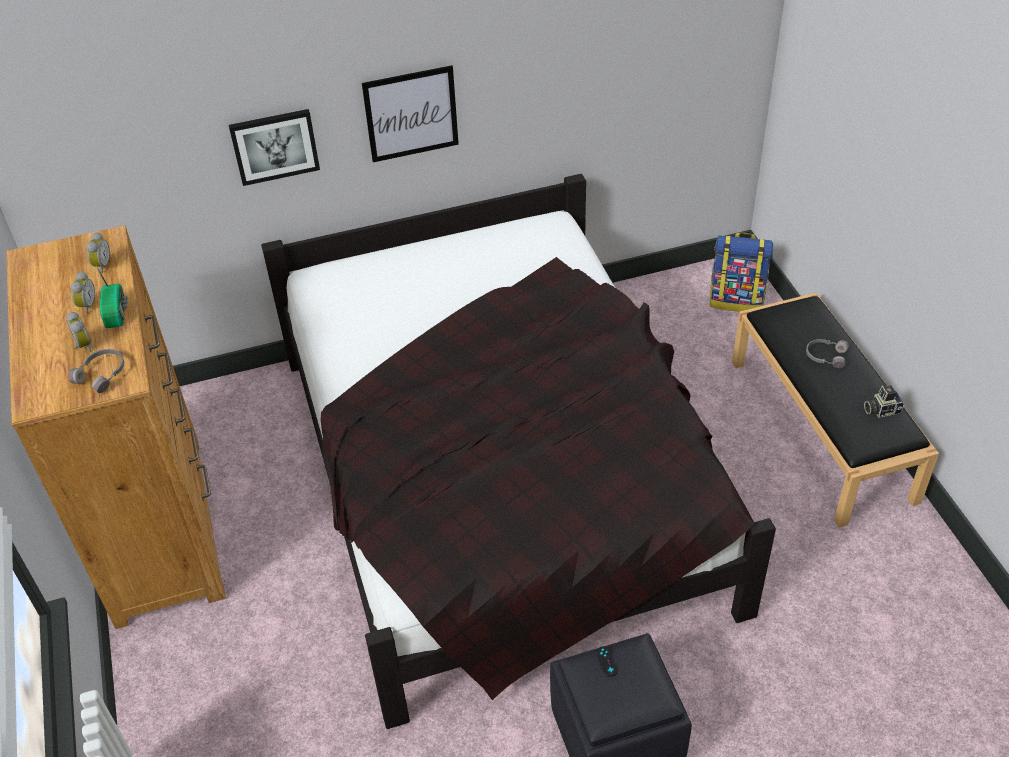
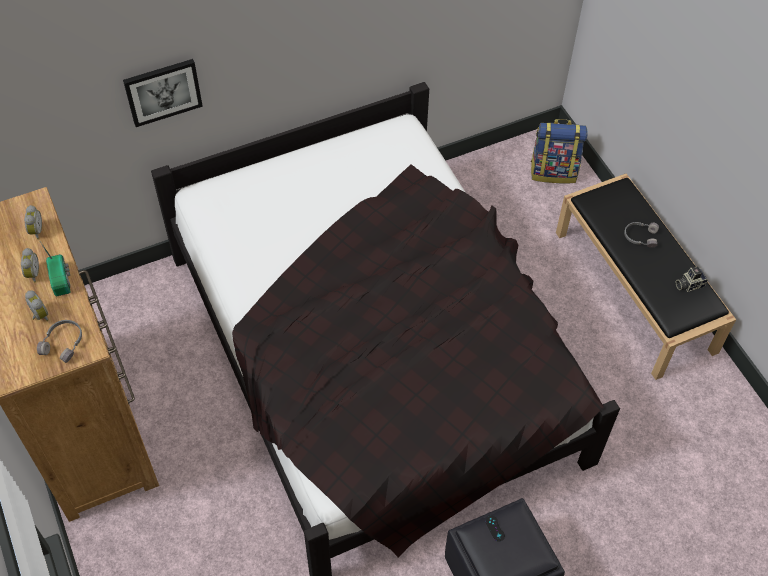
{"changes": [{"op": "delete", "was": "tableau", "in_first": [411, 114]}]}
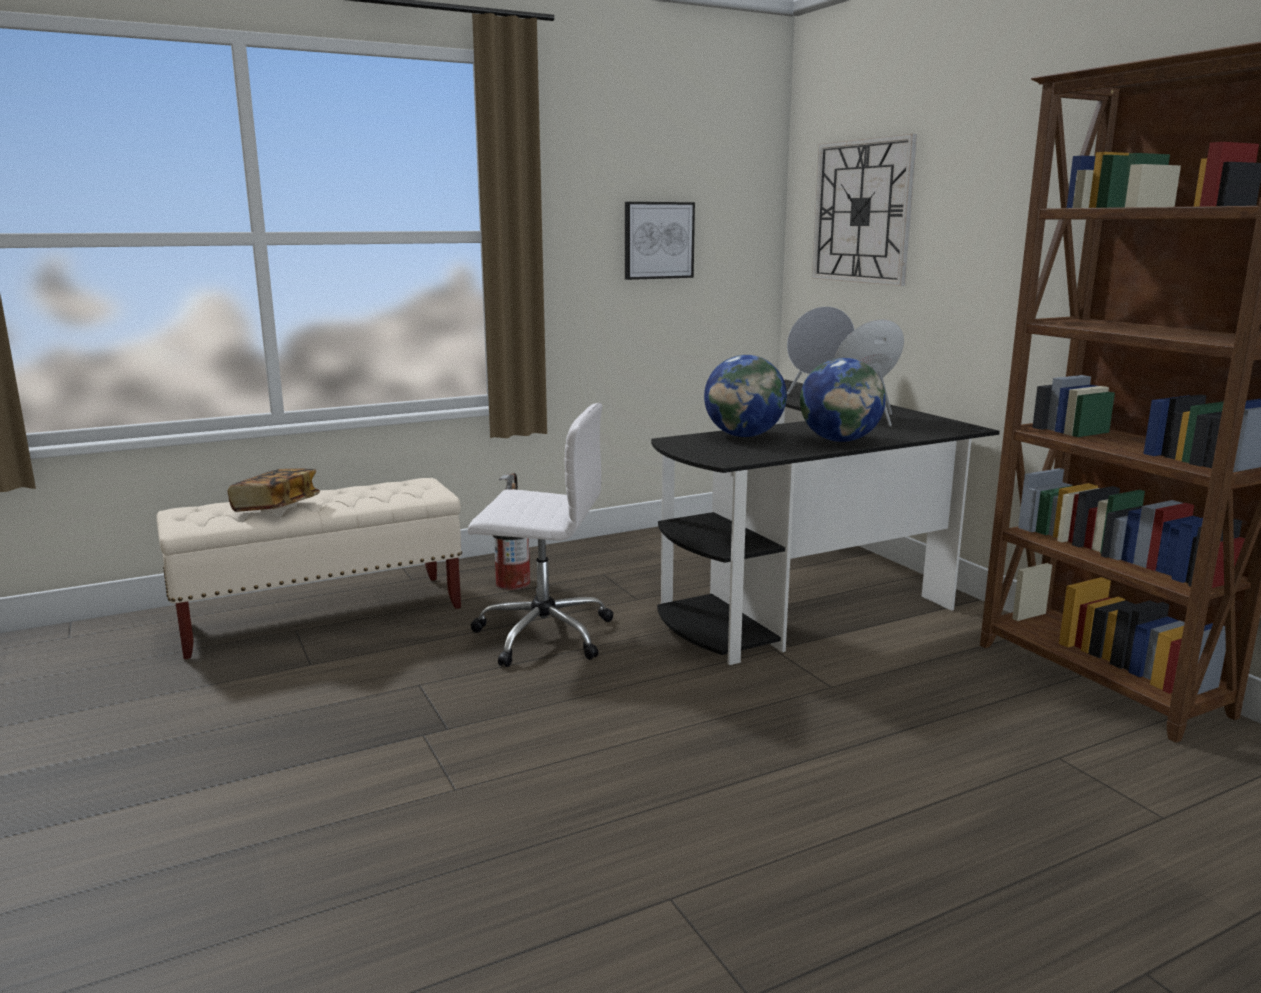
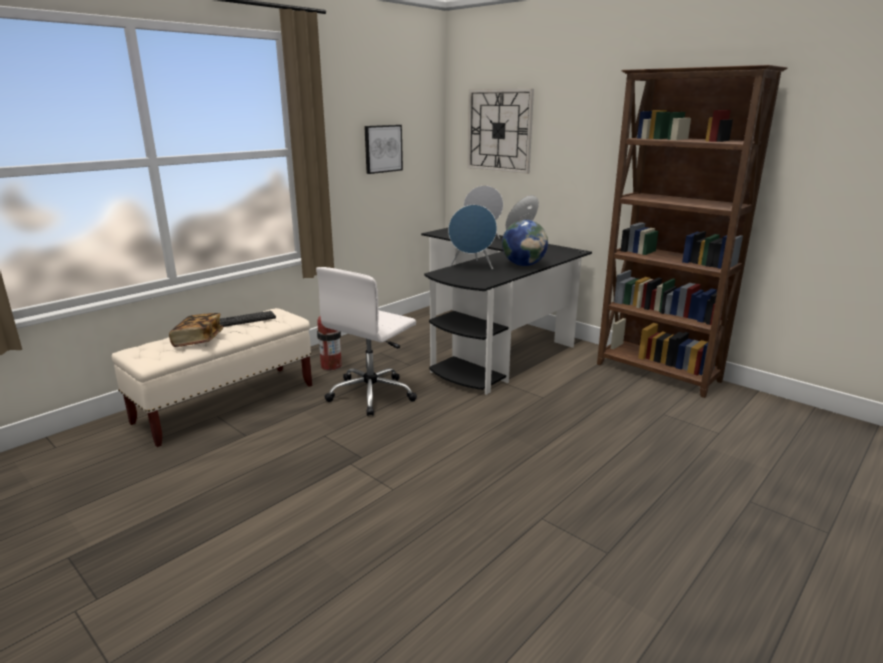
{"changes": [{"op": "replace", "was": "globe", "now": "enceinte (bleu)", "in_first": [744, 436], "in_second": [472, 266]}, {"op": "rotate", "was": "chaise de bureau (blanc)", "in_first": [541, 634], "in_second": [372, 394], "clockwise": 135}, {"op": "insert", "now": "clavier", "in_second": [245, 320]}]}
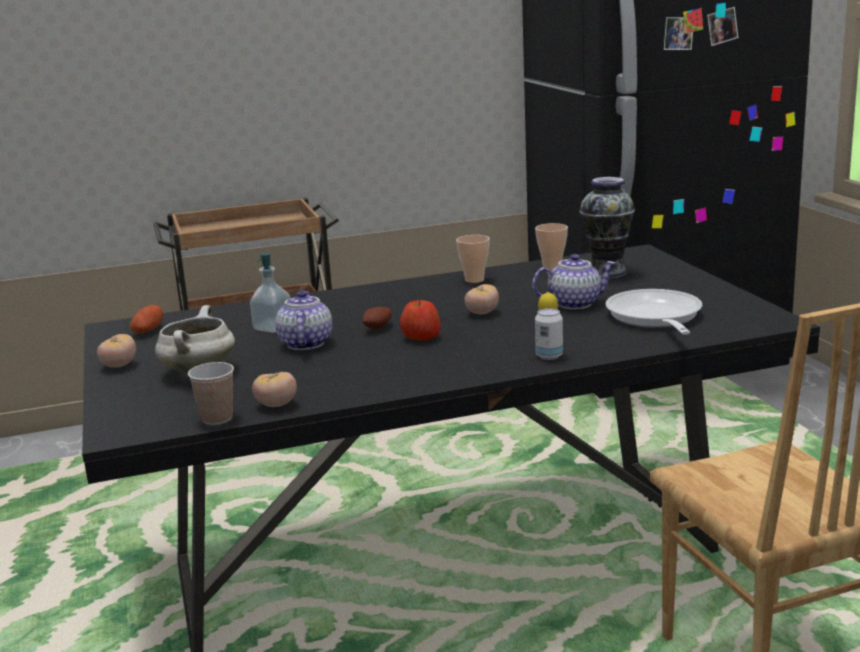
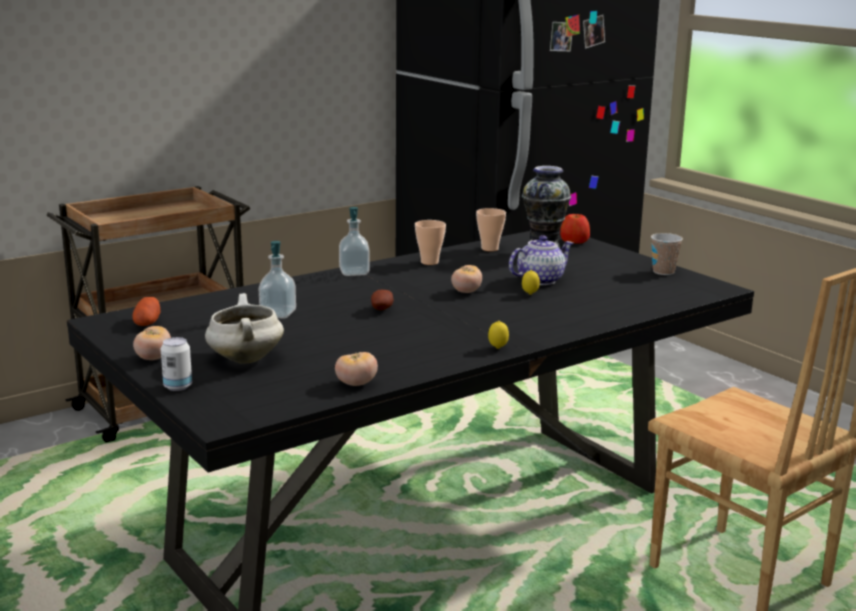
{"changes": [{"op": "delete", "was": "poêle", "in_first": [655, 318]}, {"op": "delete", "was": "théière", "in_first": [305, 343]}, {"op": "move", "was": "pomme", "in_first": [421, 337], "in_second": [574, 241]}, {"op": "move", "was": "boîte métallique", "in_first": [549, 356], "in_second": [178, 387]}, {"op": "move", "was": "tasse", "in_first": [217, 418], "in_second": [663, 272]}, {"op": "insert", "now": "distributeur de savon", "in_second": [354, 272]}, {"op": "insert", "now": "citron", "in_second": [498, 348]}]}
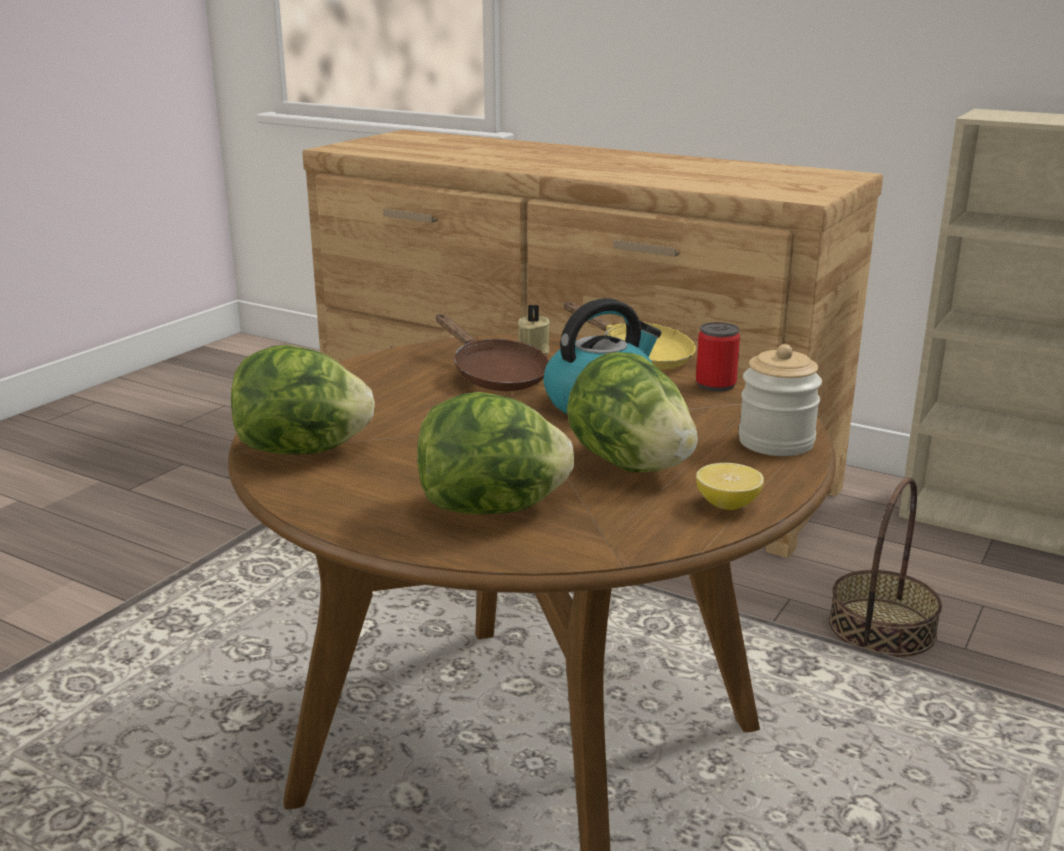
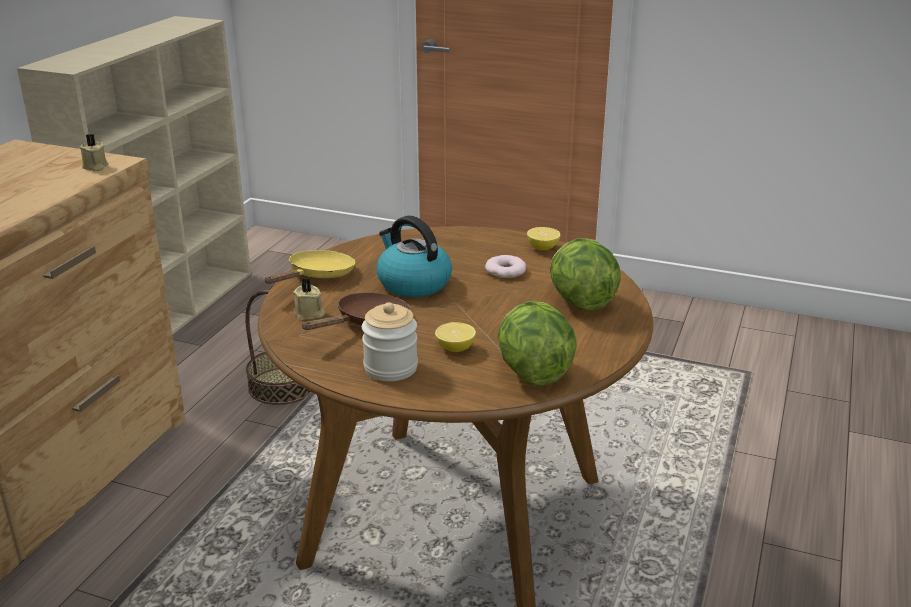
{"changes": [{"op": "delete", "was": "boîte métallique", "in_first": [715, 385]}, {"op": "move", "was": "bocal", "in_first": [776, 442], "in_second": [390, 368]}, {"op": "replace", "was": "laitue", "now": "beignet", "in_first": [629, 464], "in_second": [506, 271]}, {"op": "insert", "now": "bougie (beige)", "in_second": [95, 167]}, {"op": "insert", "now": "citron", "in_second": [455, 348]}]}
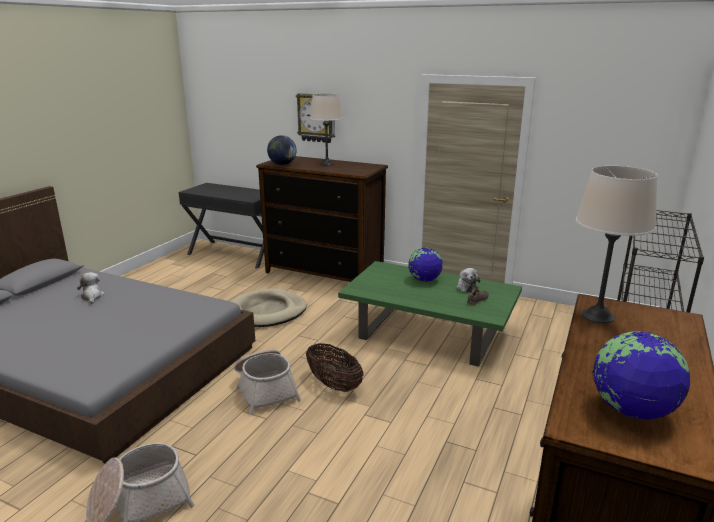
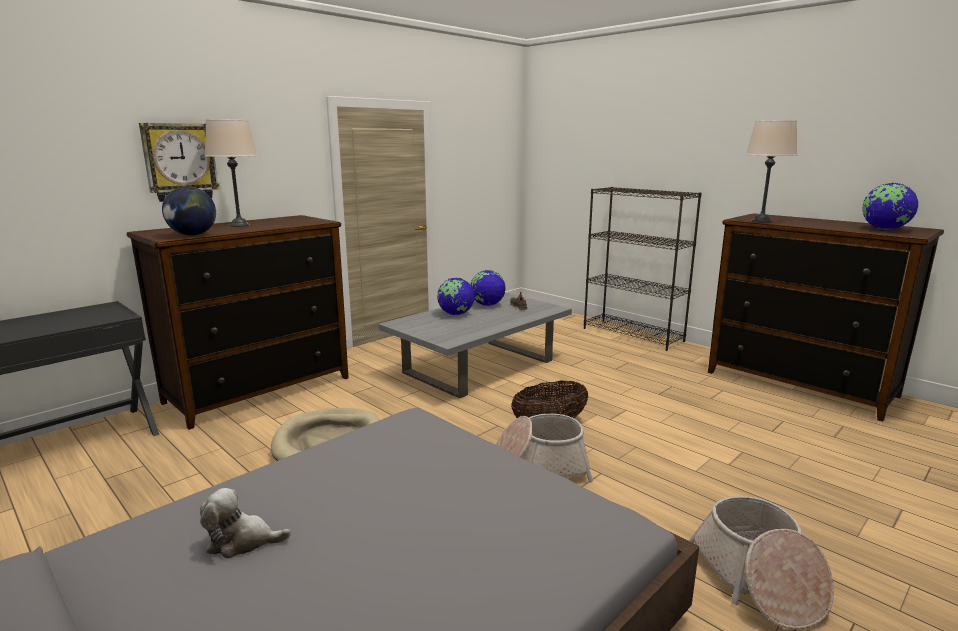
{"changes": [{"op": "recolor", "was": "table basse (vert)", "now": "table basse (gris)", "in_first": [427, 334], "in_second": [479, 367]}, {"op": "replace", "was": "peluche", "now": "globe", "in_first": [466, 287], "in_second": [487, 305]}]}
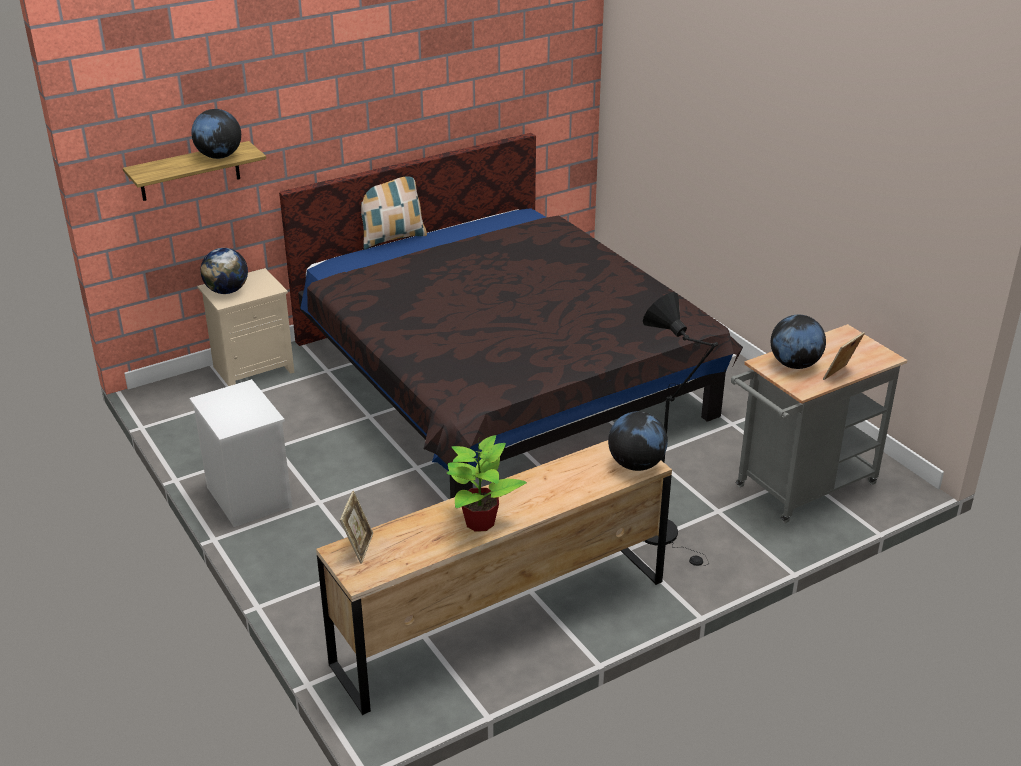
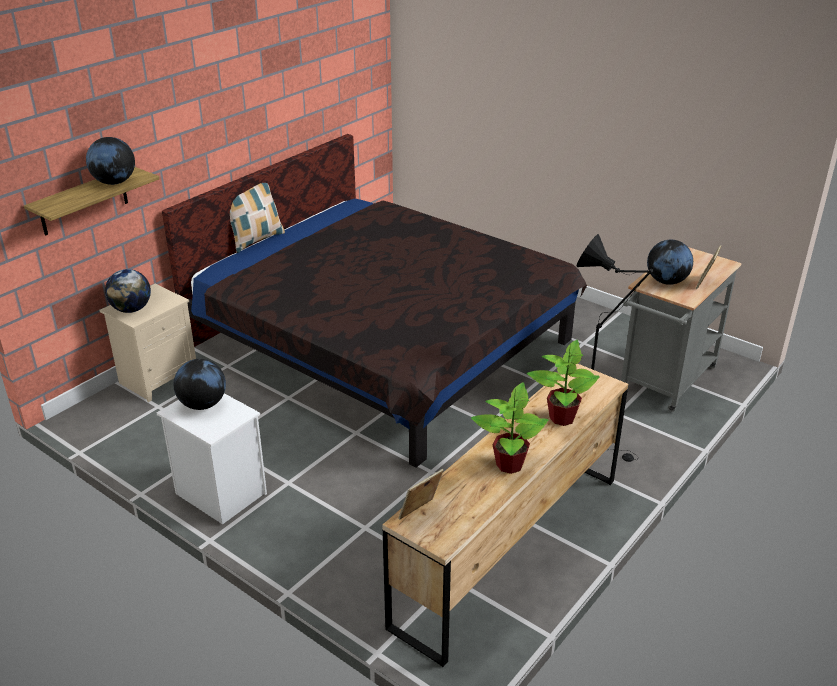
{"changes": [{"op": "move", "was": "globe", "in_first": [636, 464], "in_second": [203, 404]}, {"op": "rotate", "was": "cadre photo", "in_first": [358, 547], "in_second": [420, 513], "clockwise": -120}, {"op": "insert", "now": "plante en pot", "in_second": [562, 417]}]}
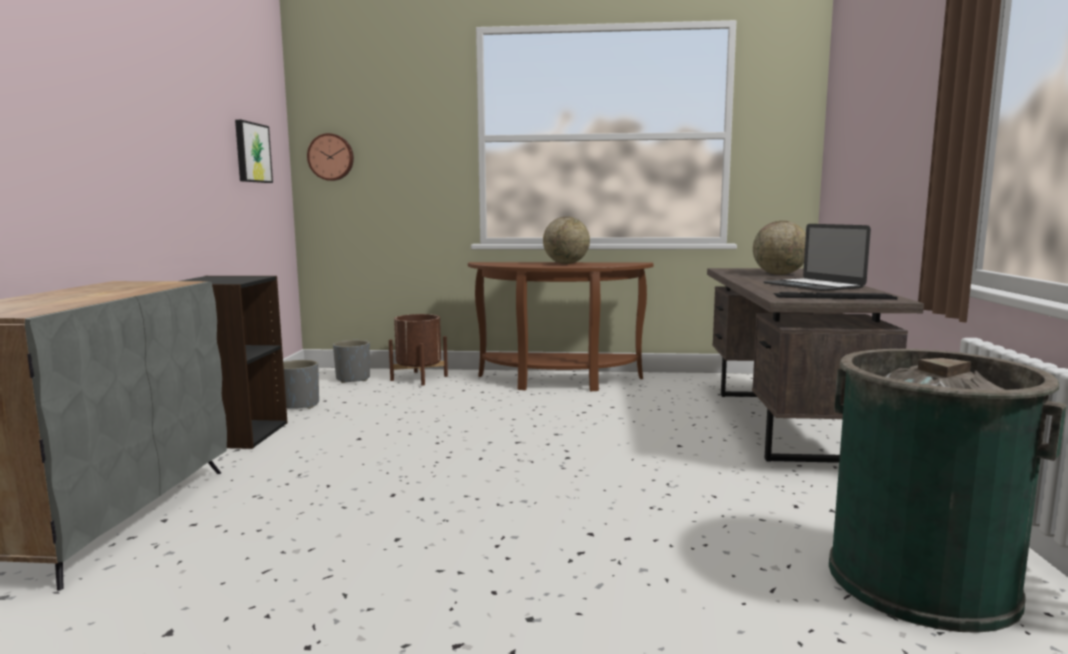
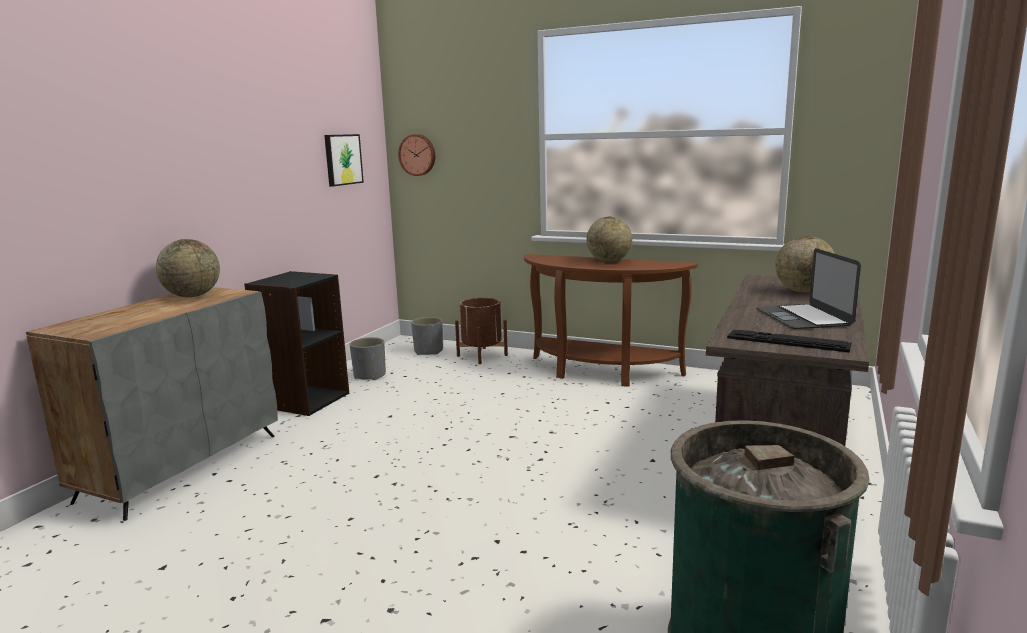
{"changes": [{"op": "insert", "now": "globe", "in_second": [192, 296]}]}
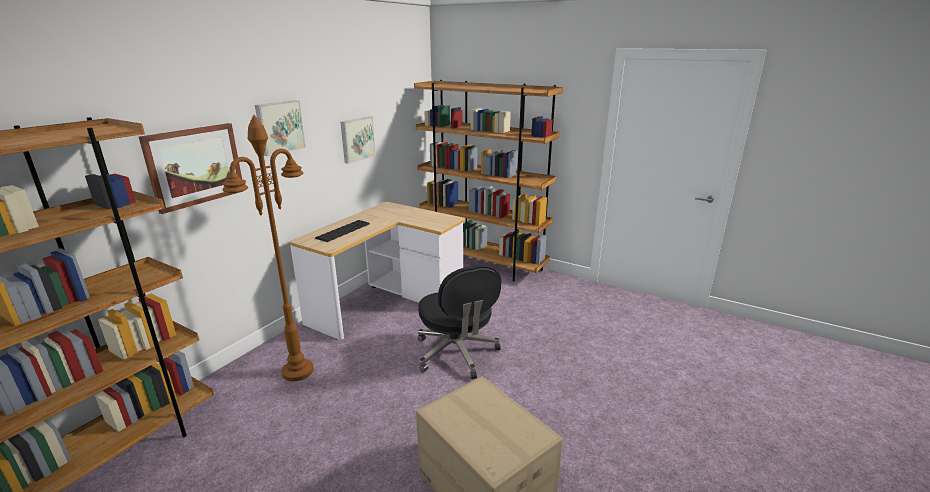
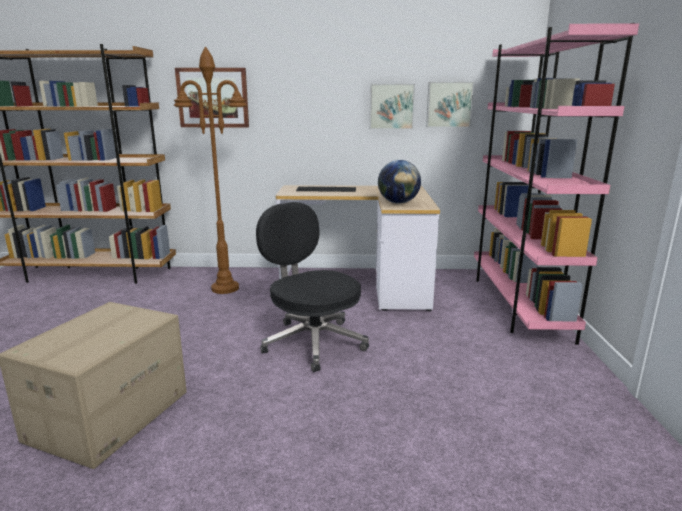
{"changes": [{"op": "recolor", "was": "bibliothèque (marron)", "now": "bibliothèque (rose)", "in_first": [482, 263], "in_second": [517, 304]}, {"op": "move", "was": "tableau", "in_first": [279, 127], "in_second": [449, 104]}, {"op": "rotate", "was": "chaise de bureau (noir)", "in_first": [457, 353], "in_second": [312, 342], "clockwise": 105}, {"op": "insert", "now": "globe", "in_second": [398, 203]}]}
